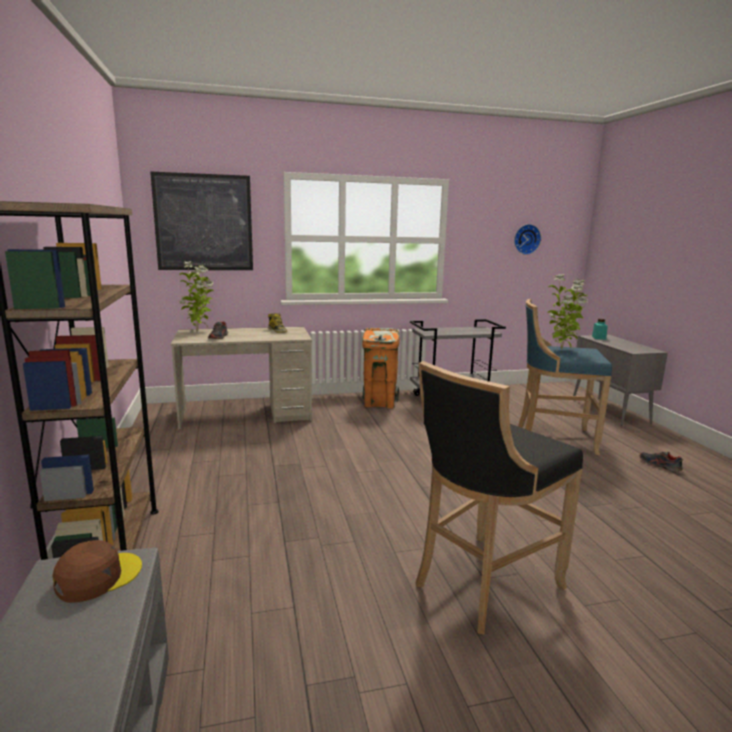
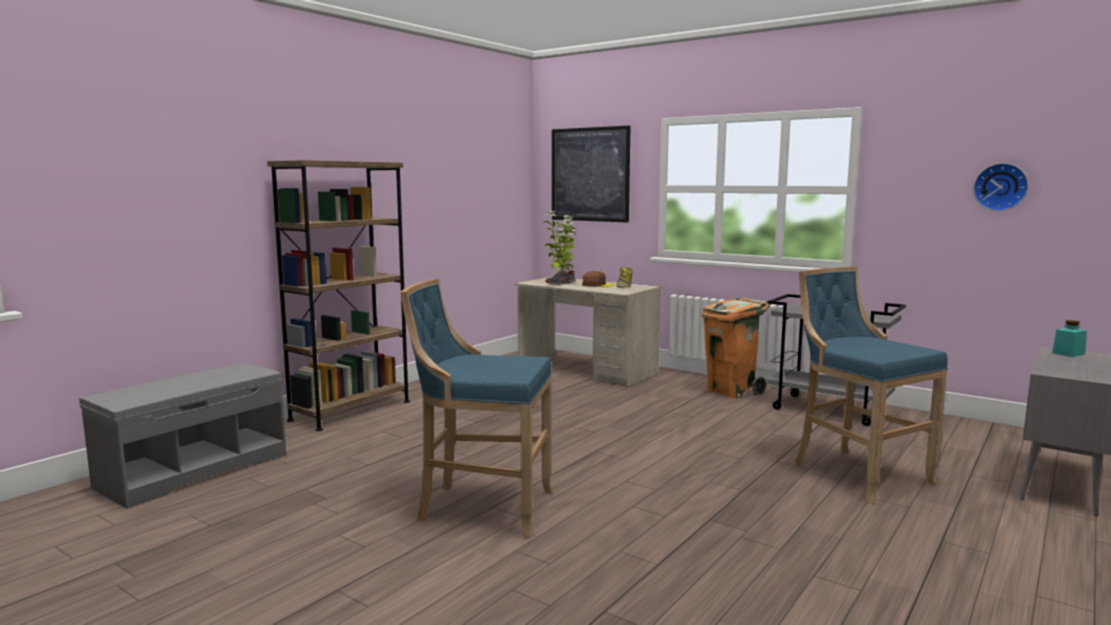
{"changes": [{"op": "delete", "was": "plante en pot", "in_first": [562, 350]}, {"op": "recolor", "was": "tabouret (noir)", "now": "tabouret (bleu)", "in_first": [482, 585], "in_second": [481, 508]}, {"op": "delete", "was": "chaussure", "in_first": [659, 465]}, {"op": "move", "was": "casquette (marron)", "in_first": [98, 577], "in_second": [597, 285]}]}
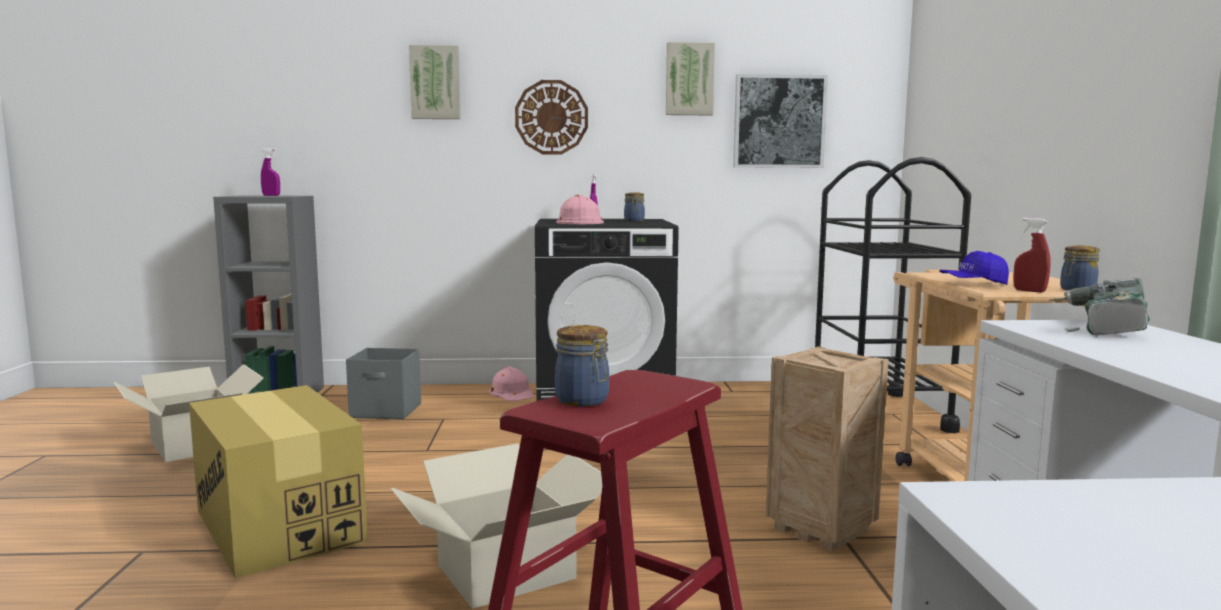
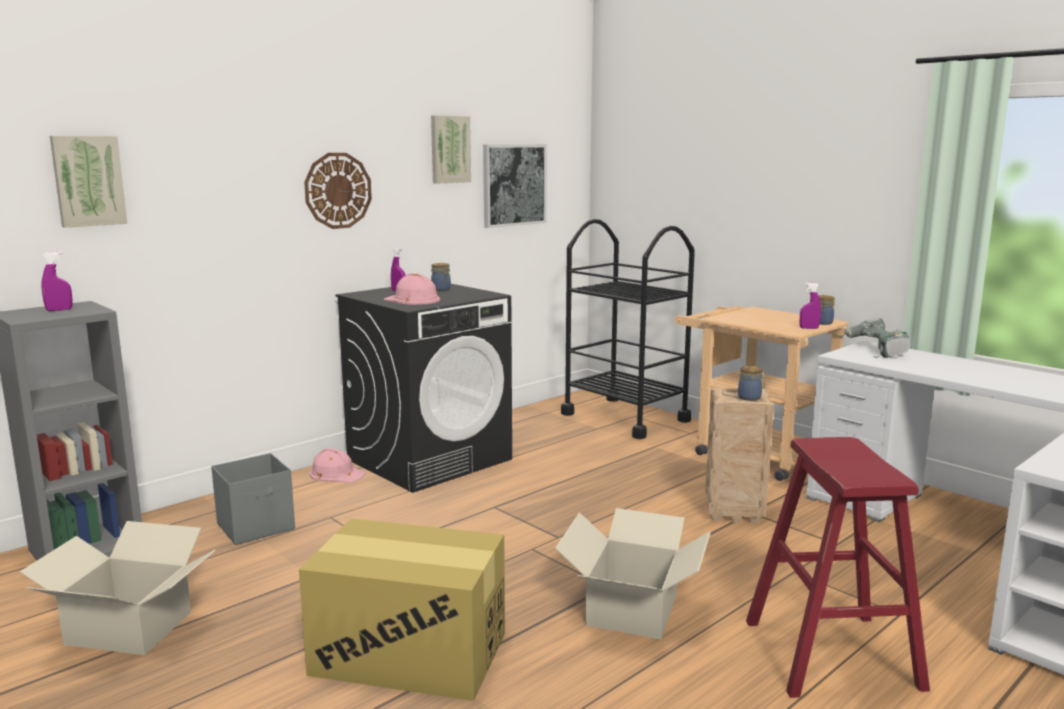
{"changes": [{"op": "move", "was": "tableau", "in_first": [435, 83], "in_second": [88, 181]}, {"op": "recolor", "was": "vaporisateur (rouge)", "now": "vaporisateur (violet)", "in_first": [1029, 291], "in_second": [809, 328]}, {"op": "delete", "was": "casquette (bleu)", "in_first": [973, 284]}, {"op": "move", "was": "bocal", "in_first": [583, 401], "in_second": [750, 398]}]}
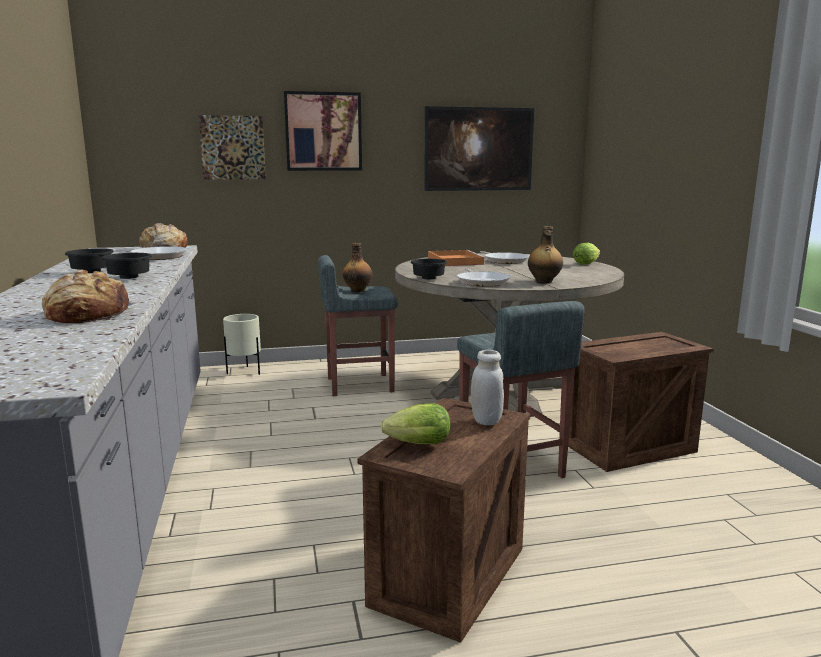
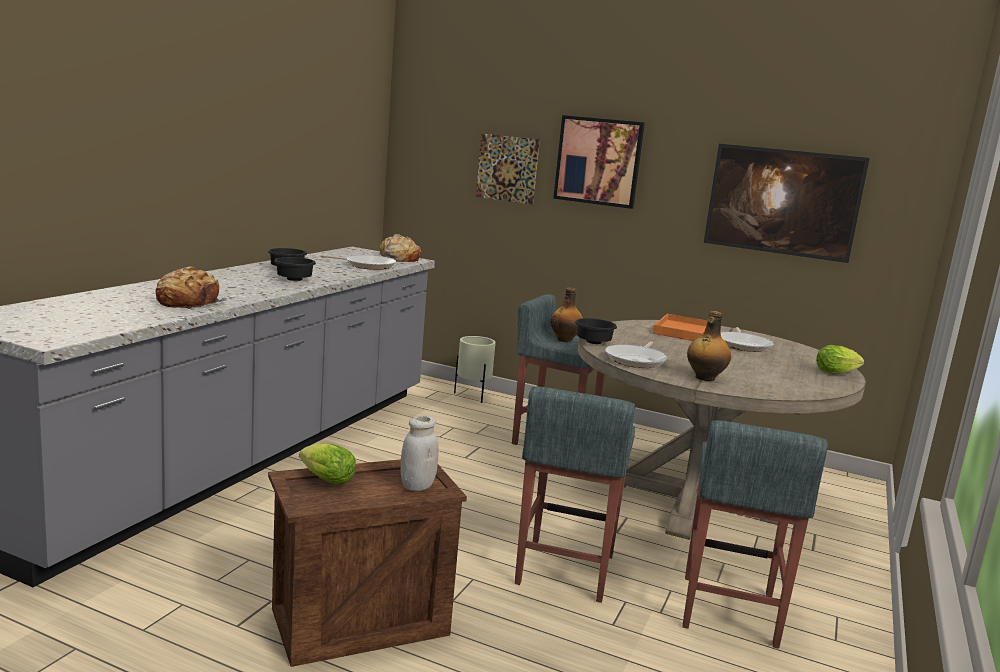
{"changes": [{"op": "replace", "was": "caisse", "now": "tabouret (gris)", "in_first": [629, 448], "in_second": [728, 611]}]}
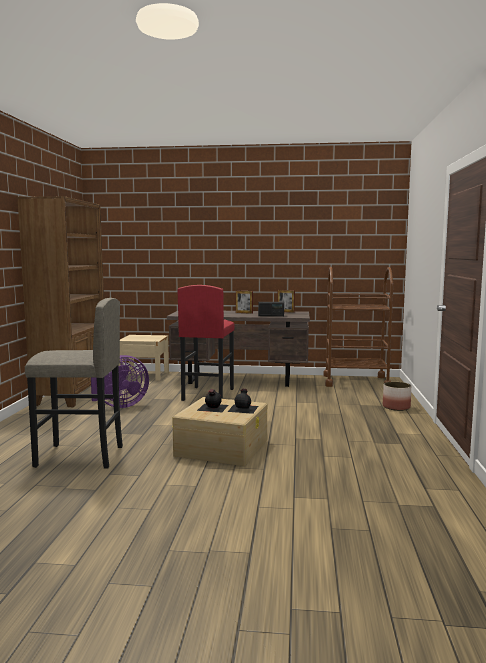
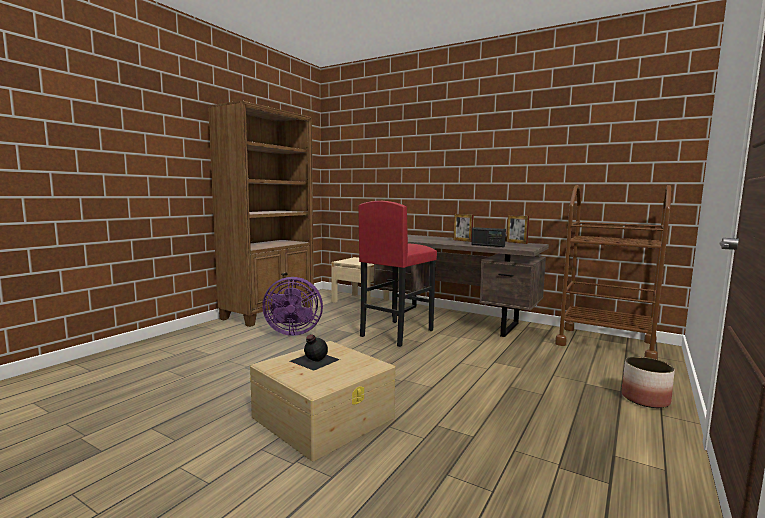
{"changes": [{"op": "delete", "was": "tabouret (gris)", "in_first": [80, 457]}, {"op": "delete", "was": "bouteille (noir)", "in_first": [243, 408]}]}
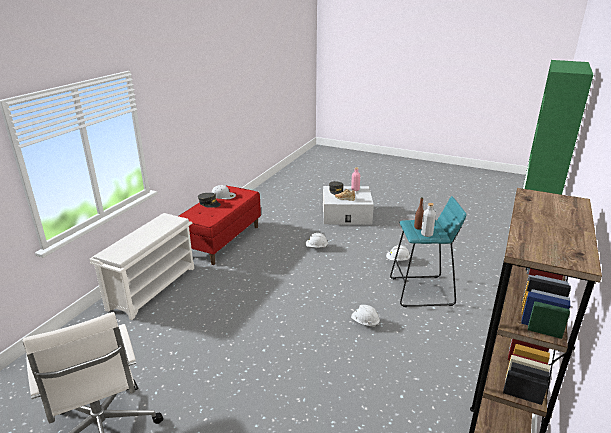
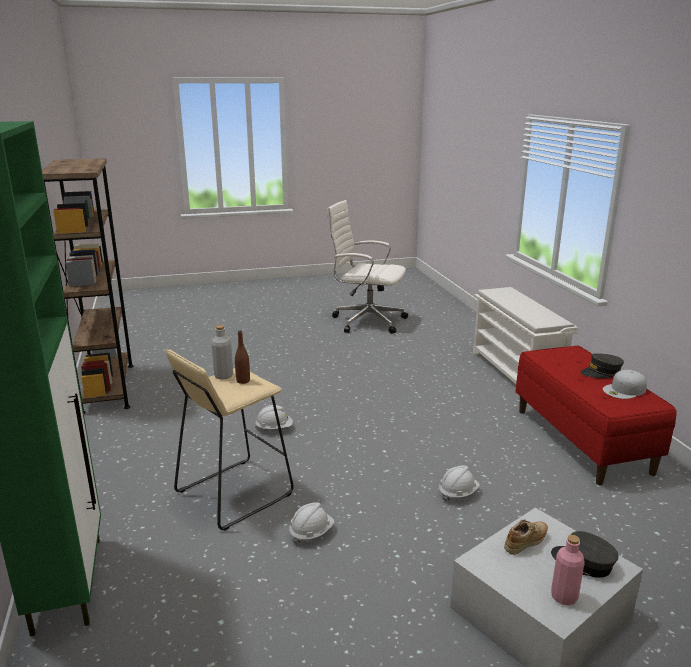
{"changes": [{"op": "recolor", "was": "tabouret (turquoise)", "now": "tabouret (beige)", "in_first": [422, 291], "in_second": [233, 493]}]}
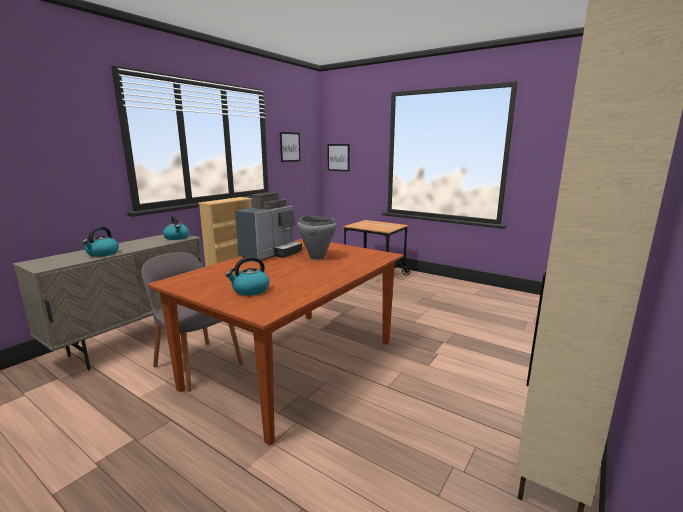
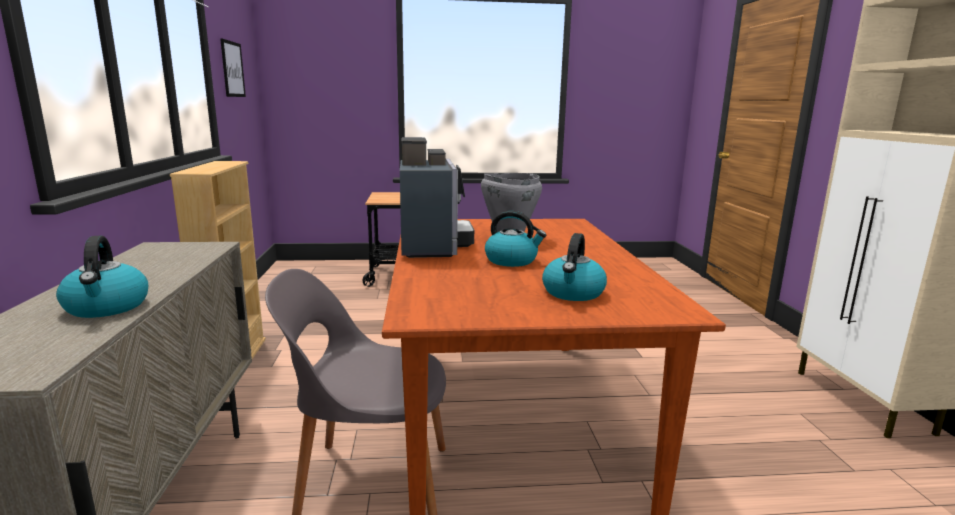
{"changes": [{"op": "delete", "was": "tableau", "in_first": [338, 157]}, {"op": "move", "was": "bouilloire", "in_first": [177, 238], "in_second": [512, 260]}]}
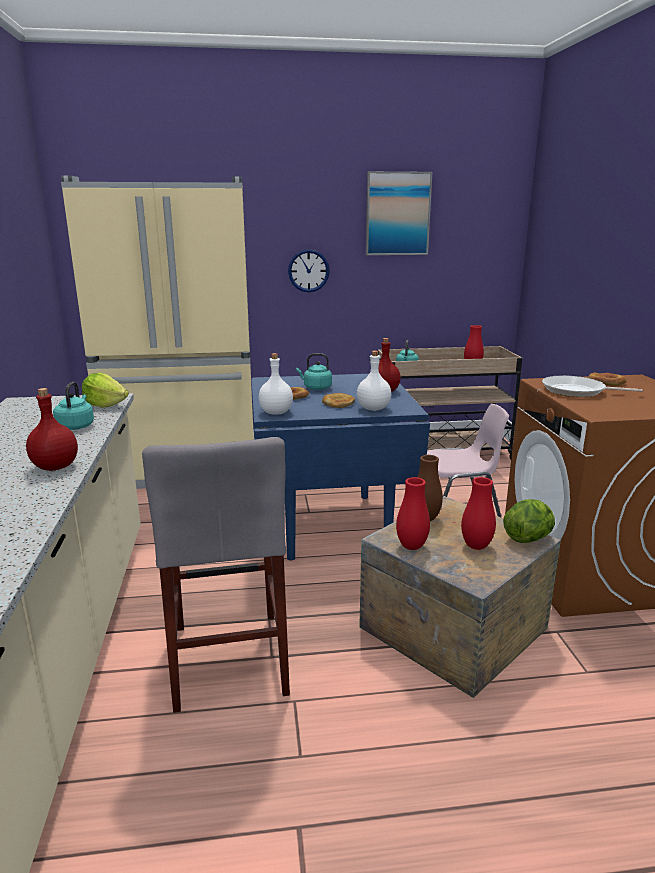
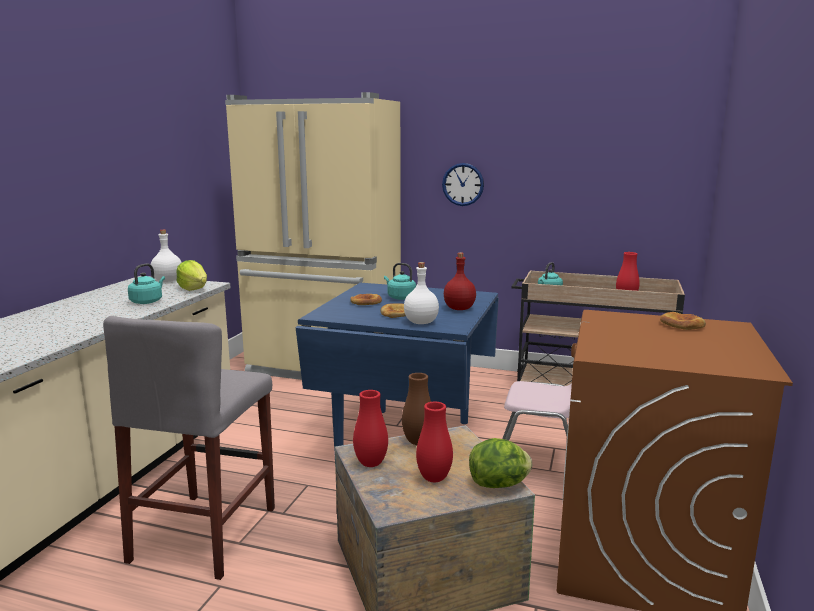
{"changes": [{"op": "delete", "was": "tableau", "in_first": [397, 214]}, {"op": "move", "was": "bouteille (blanc)", "in_first": [276, 412], "in_second": [168, 281]}, {"op": "delete", "was": "poêle", "in_first": [577, 391]}, {"op": "delete", "was": "bouteille (rouge)", "in_first": [55, 466]}]}
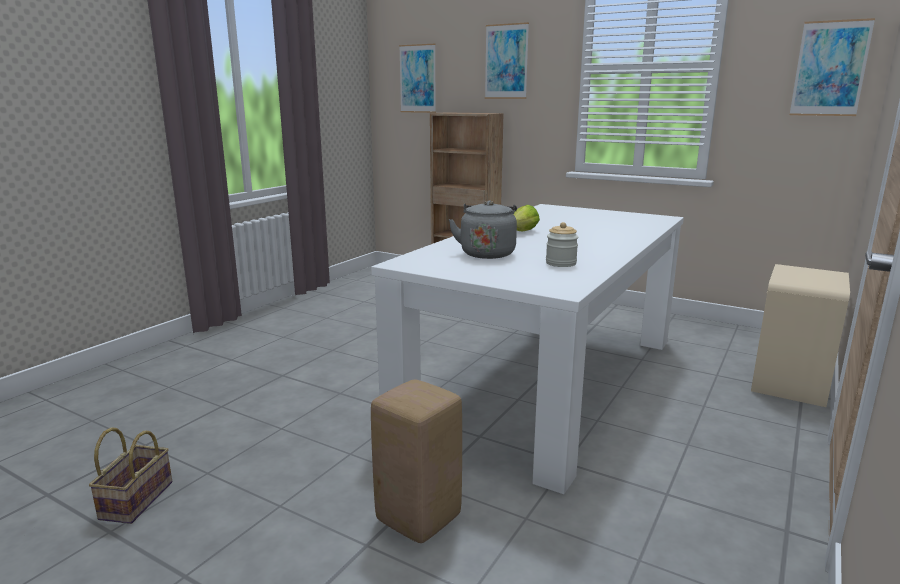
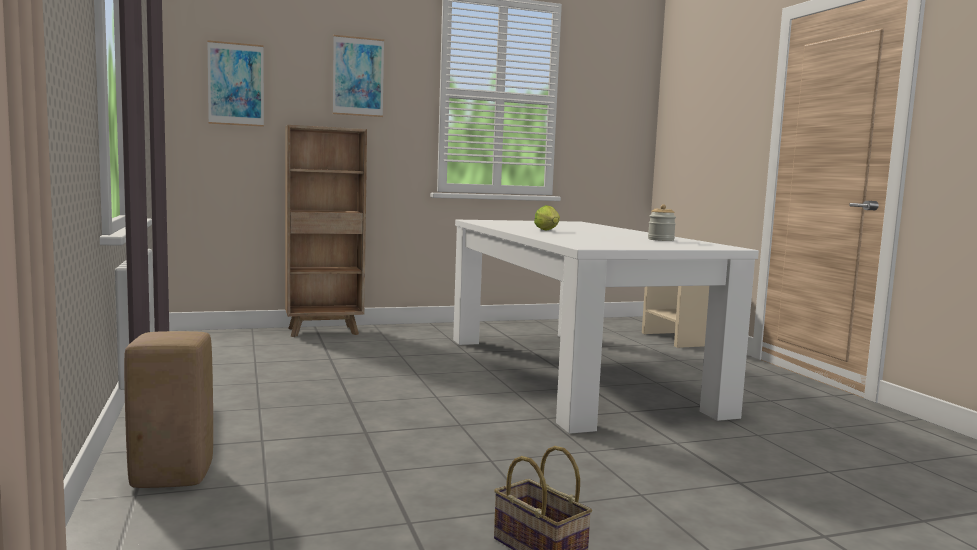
{"changes": [{"op": "delete", "was": "tableau", "in_first": [830, 69]}, {"op": "delete", "was": "bouilloire (gris)", "in_first": [487, 253]}, {"op": "move", "was": "tabouret (beige)", "in_first": [416, 518], "in_second": [171, 477]}]}
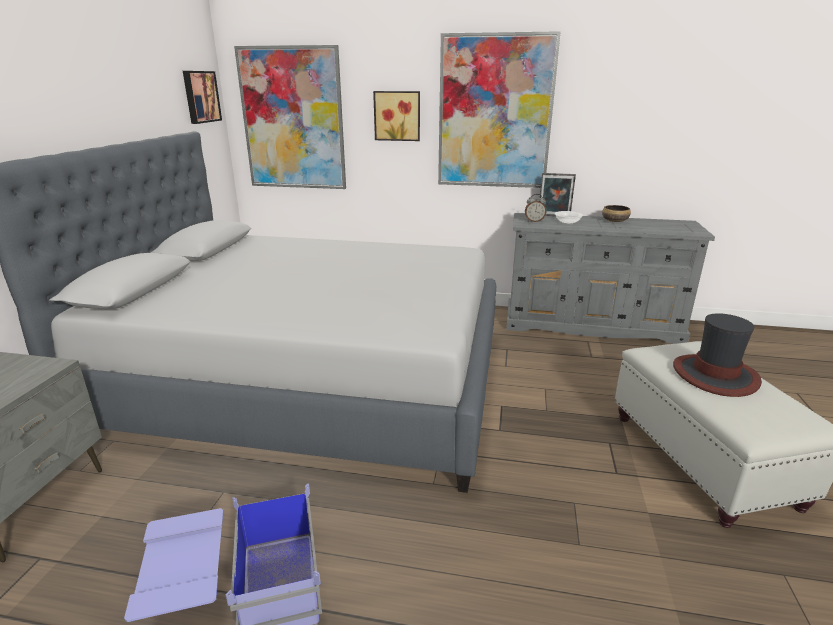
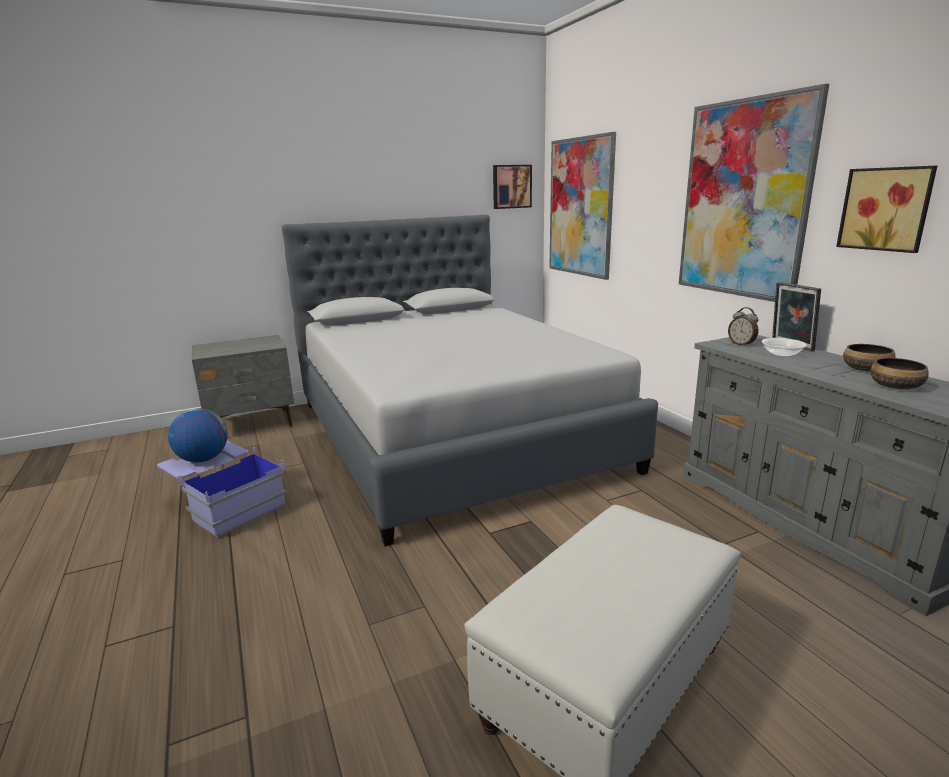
{"changes": [{"op": "move", "was": "tableau", "in_first": [397, 116], "in_second": [886, 209]}, {"op": "delete", "was": "chapeau", "in_first": [715, 375]}, {"op": "insert", "now": "bol", "in_second": [895, 386]}, {"op": "insert", "now": "globe", "in_second": [203, 459]}]}
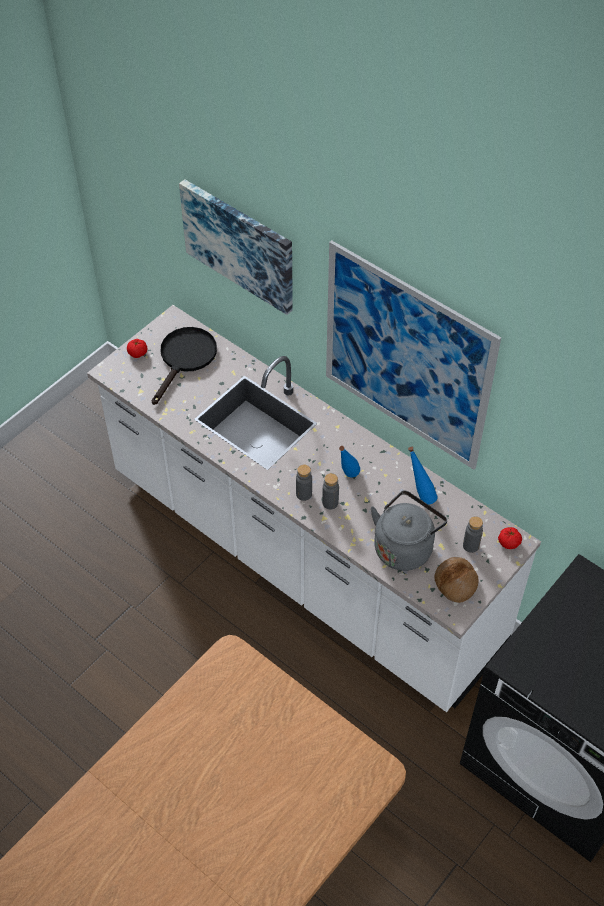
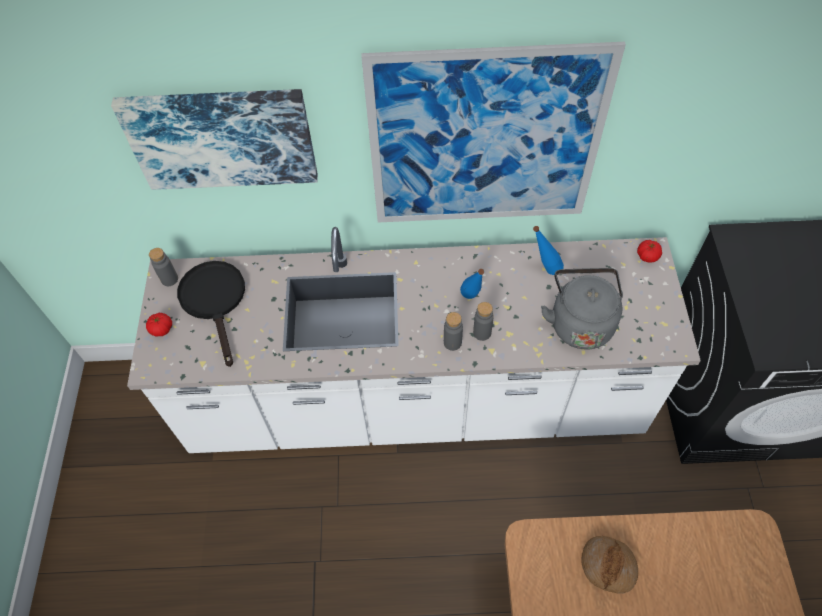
{"changes": [{"op": "move", "was": "bouteille (gris)", "in_first": [471, 545], "in_second": [169, 279]}, {"op": "move", "was": "pain", "in_first": [456, 582], "in_second": [608, 566]}]}
